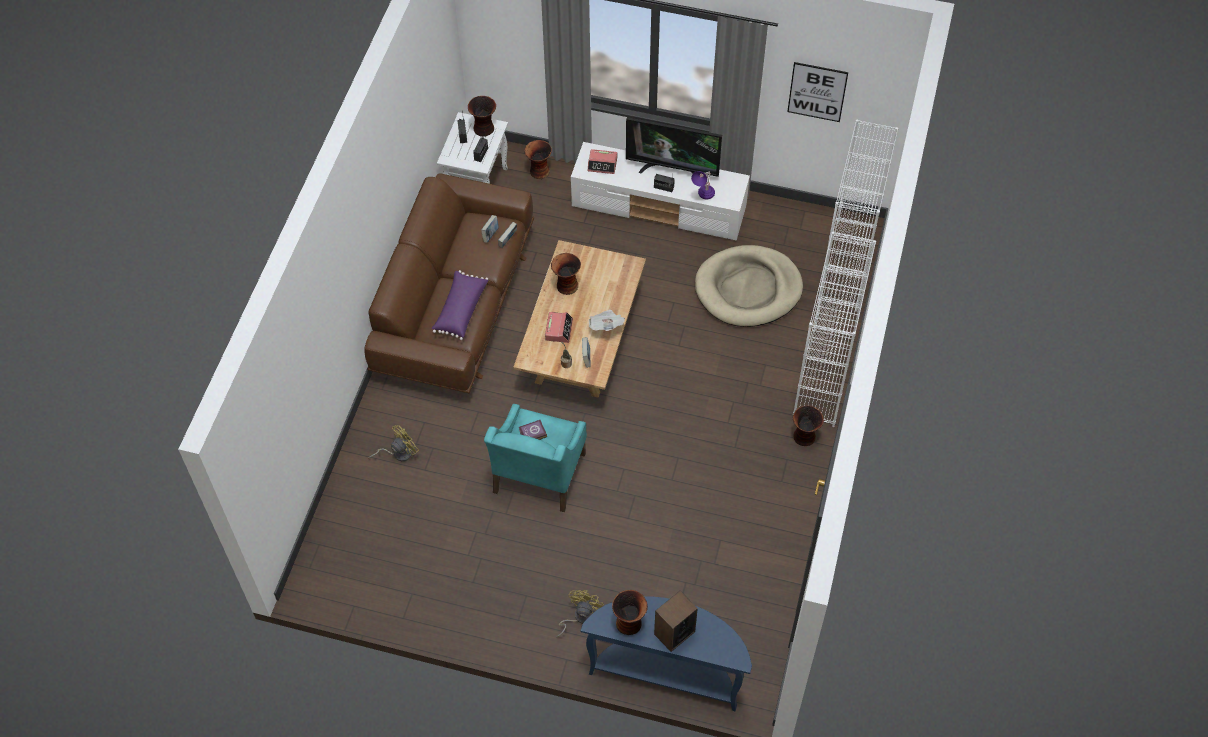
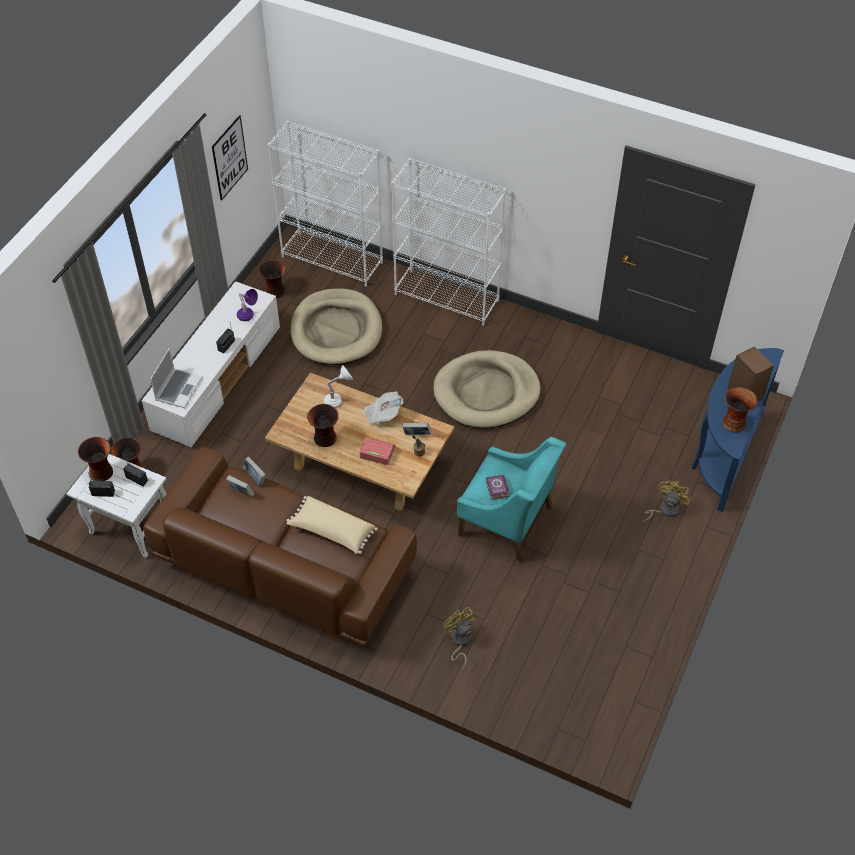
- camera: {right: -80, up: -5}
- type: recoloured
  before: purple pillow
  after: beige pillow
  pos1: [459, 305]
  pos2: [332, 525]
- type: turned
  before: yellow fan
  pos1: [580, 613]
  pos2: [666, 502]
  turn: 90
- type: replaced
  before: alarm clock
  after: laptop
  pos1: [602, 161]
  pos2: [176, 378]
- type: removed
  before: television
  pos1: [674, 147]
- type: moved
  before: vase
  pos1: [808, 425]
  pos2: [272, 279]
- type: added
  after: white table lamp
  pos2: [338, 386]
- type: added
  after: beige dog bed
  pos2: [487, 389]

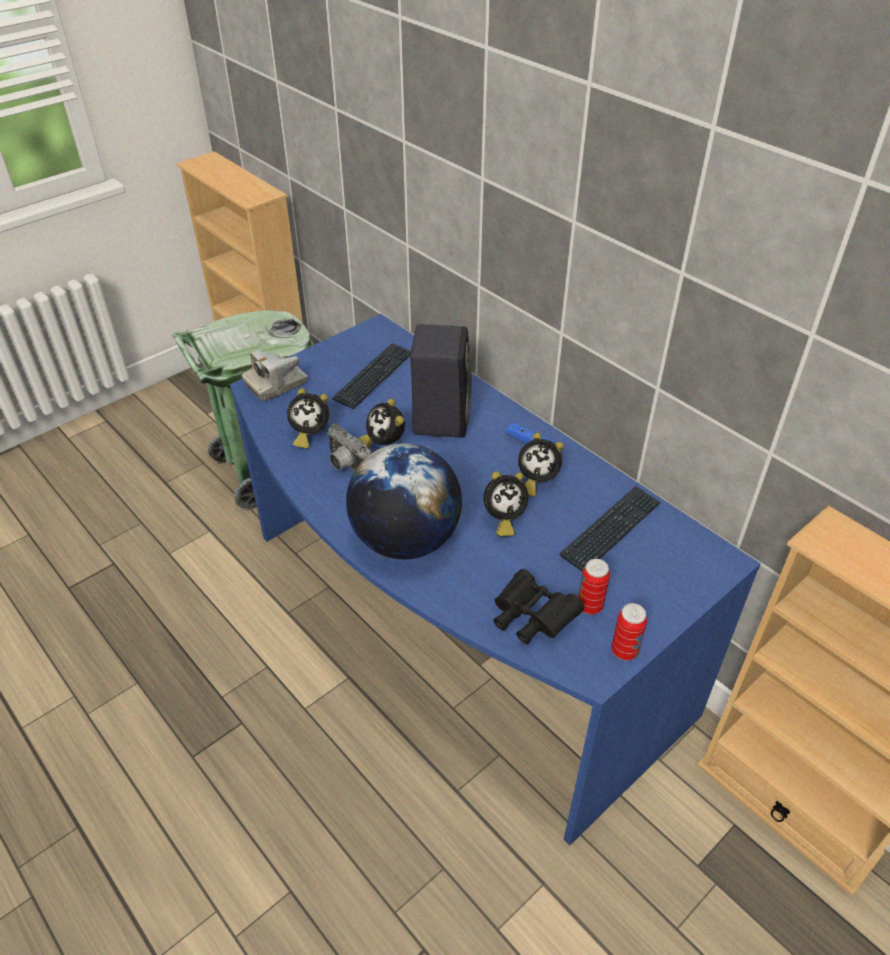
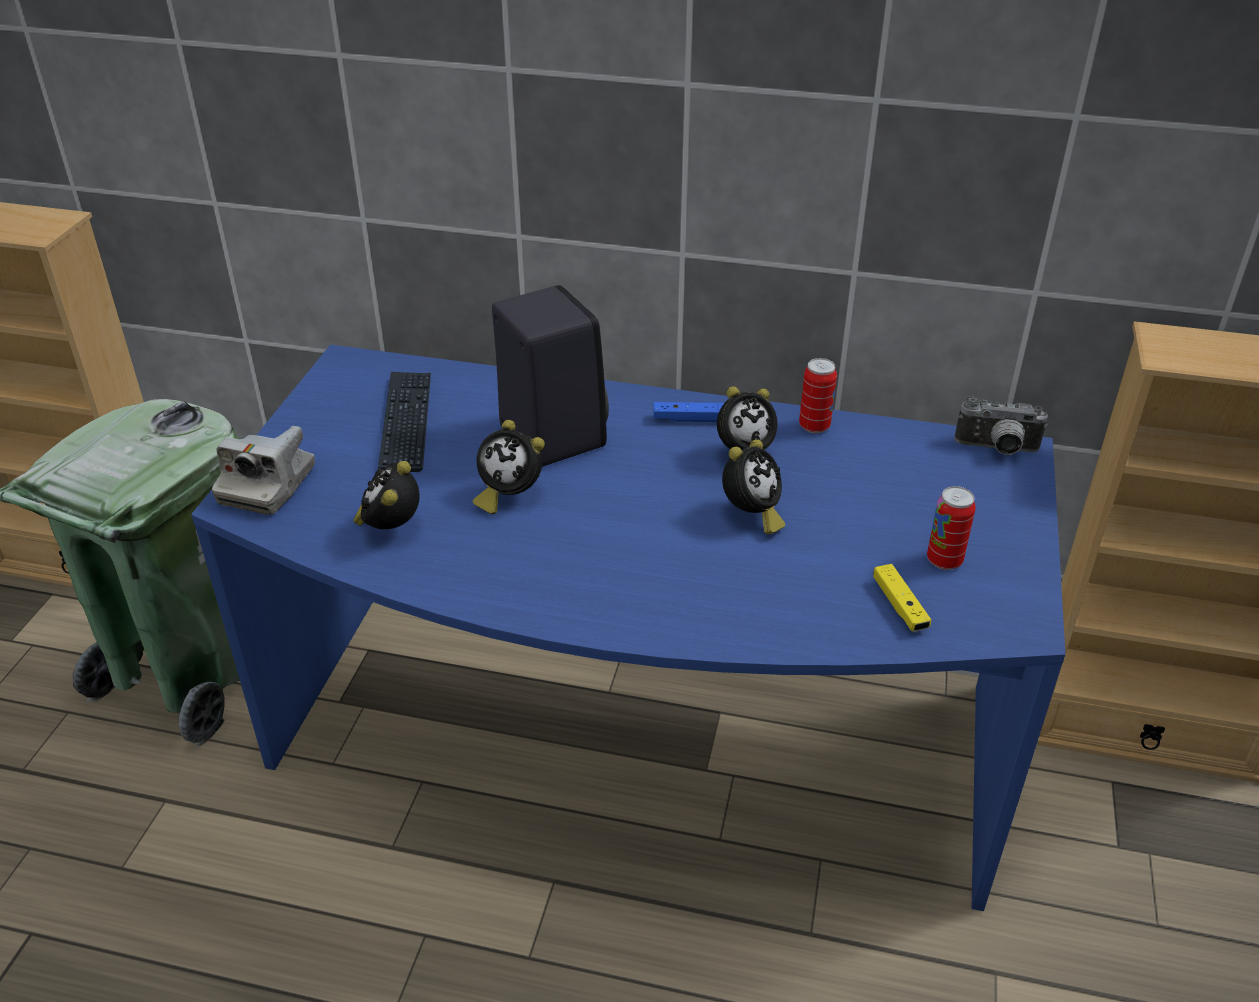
- camera: {right: -35, up: -5}
- type: turned
  before: alarm clock
  pos1: [308, 418]
  pos2: [386, 495]
  turn: 135
- type: moved
  before: photo camera
  pos1: [349, 447]
  pos2: [1001, 425]
- type: removed
  before: globe
  pos1: [404, 501]
- type: replaced
  before: black binoculars
  after: yellow game controller
  pos1: [538, 606]
  pos2: [902, 597]
- type: removed
  before: keyboard
  pos1: [610, 529]
- type: moved
  before: can
  pos1: [629, 632]
  pos2: [818, 395]

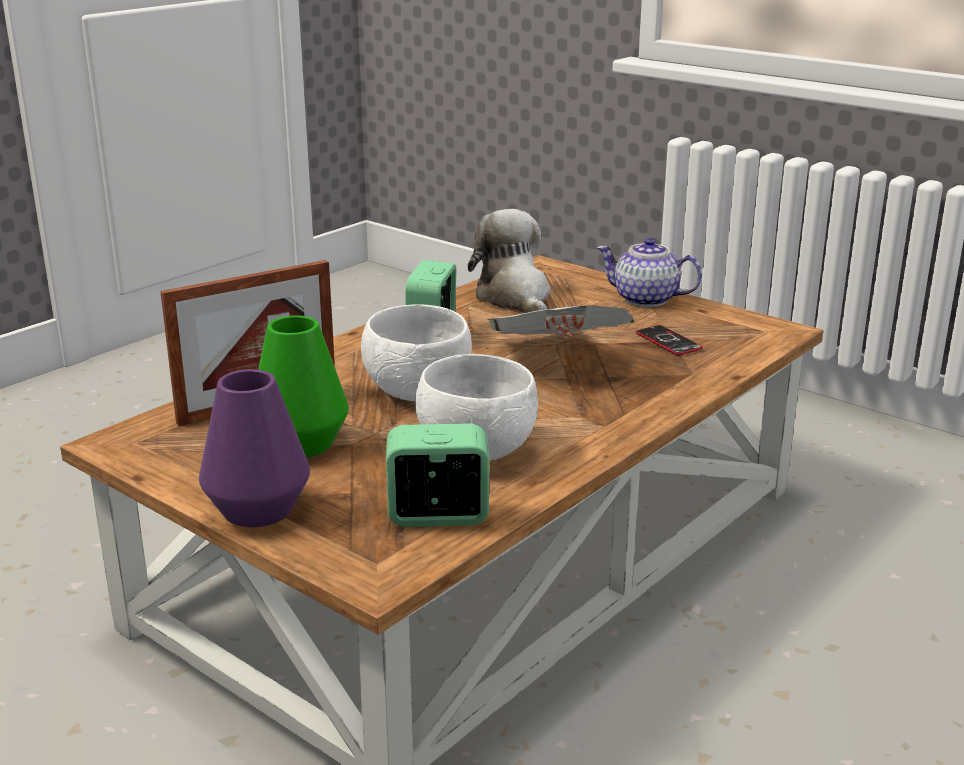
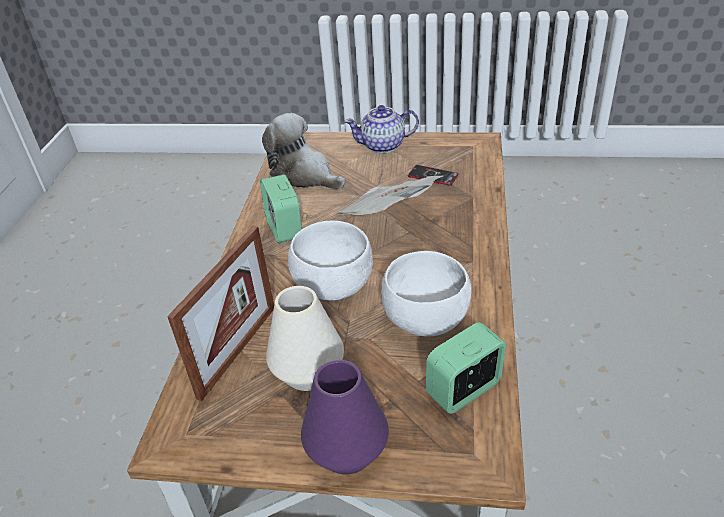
- camera: {right: -30, up: 15}
- type: recoloured
  before: green vase
  after: white vase
  pos1: [303, 386]
  pos2: [305, 338]

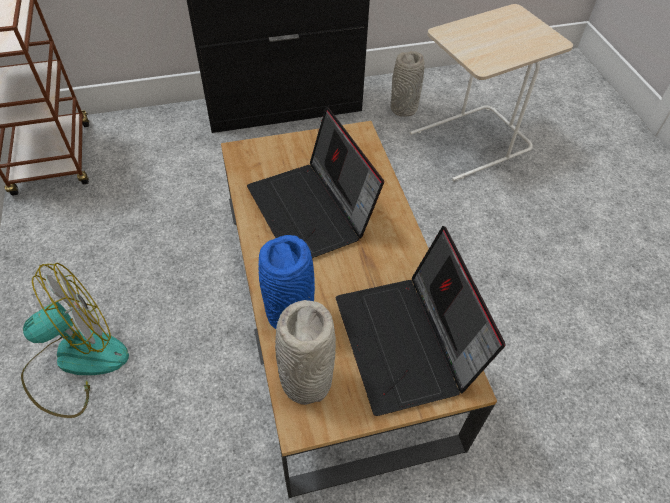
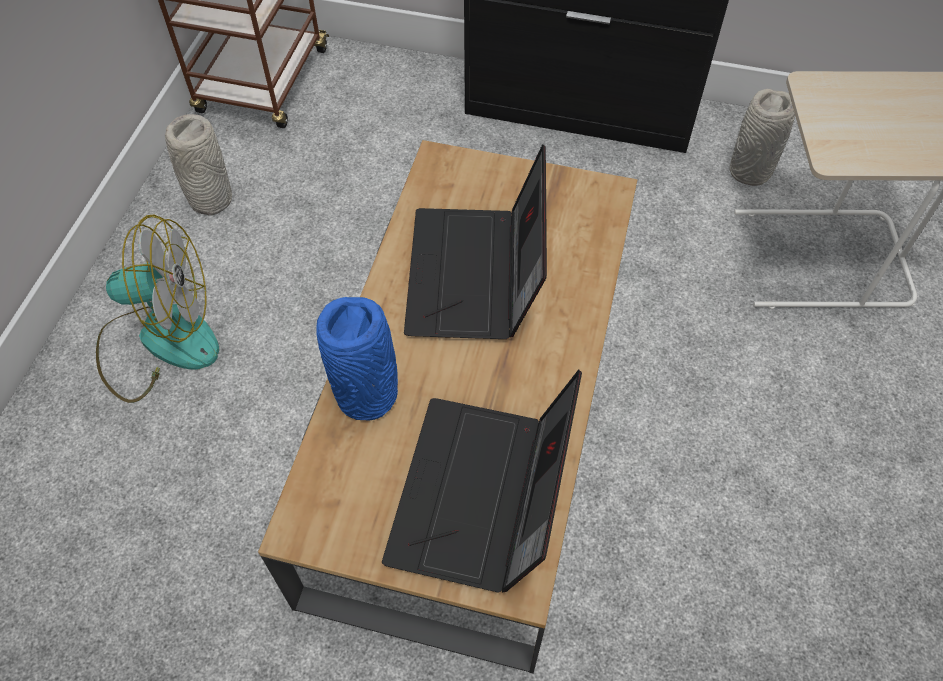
- camera: {right: 30, up: 5}
- type: moved
  before: grey vase
  pos1: [305, 352]
  pos2: [198, 164]

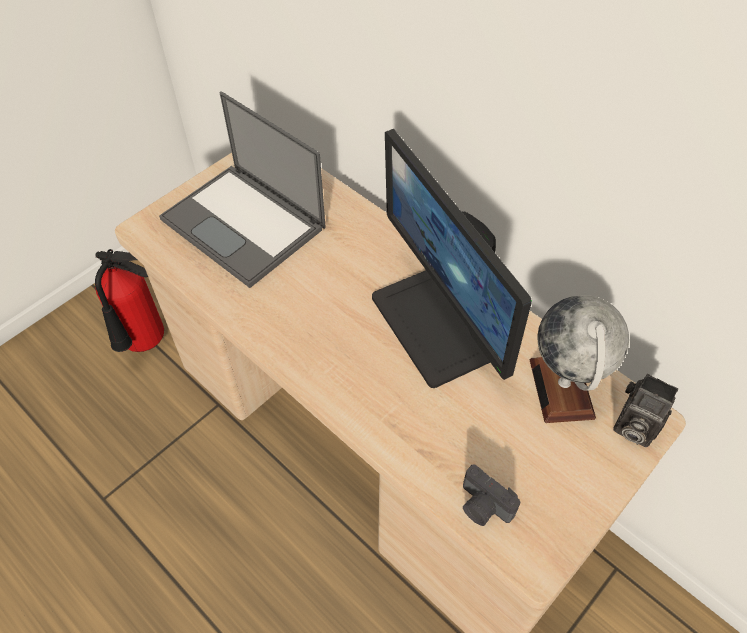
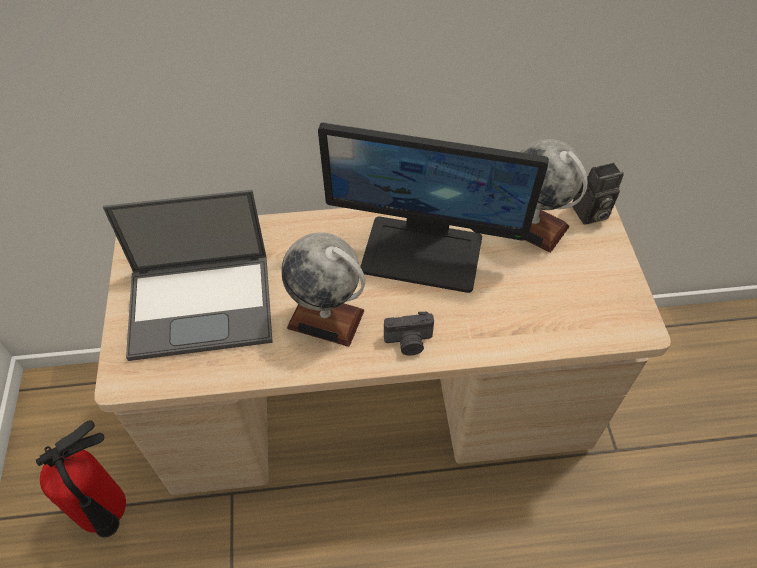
- camera: {right: -50, up: 0}
- type: moved
  before: photo camera
  pos1: [491, 495]
  pos2: [409, 334]
- type: added
  after: globe
  pos2: [323, 289]

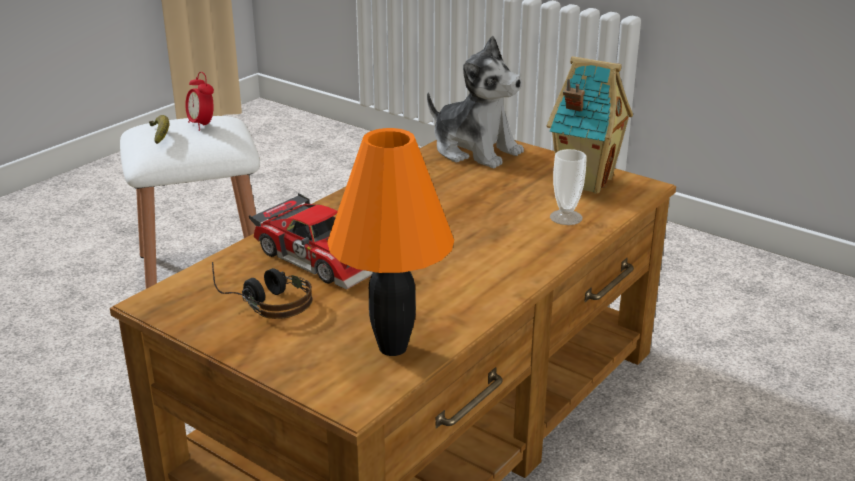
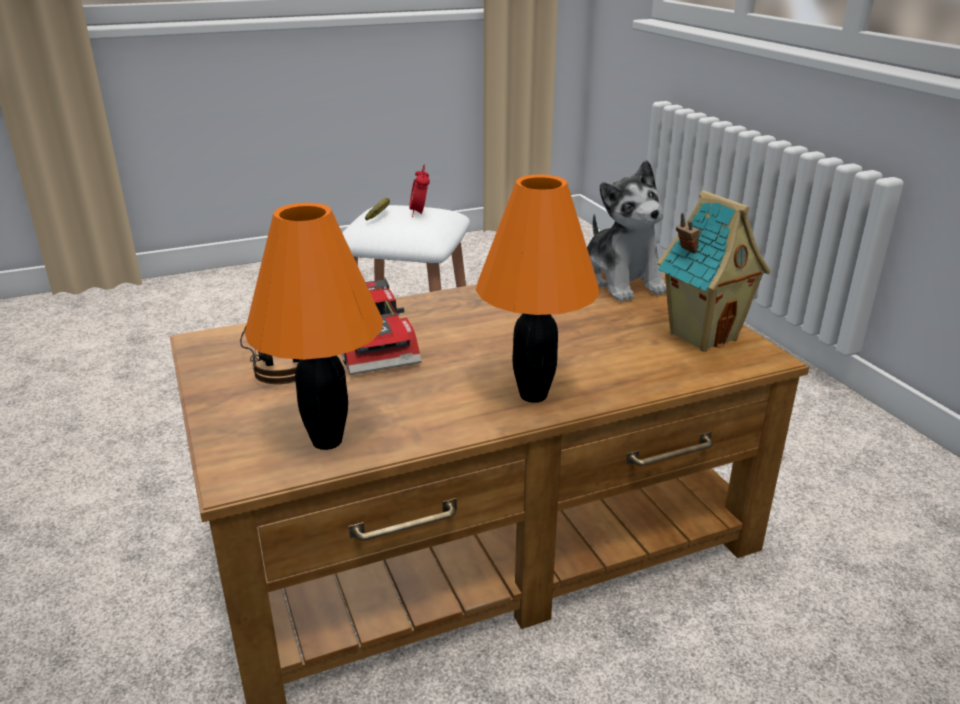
- camera: {right: 30, up: 0}
- type: removed
  before: cup
  pos1: [568, 187]
- type: added
  after: orange table lamp
  pos2: [537, 288]

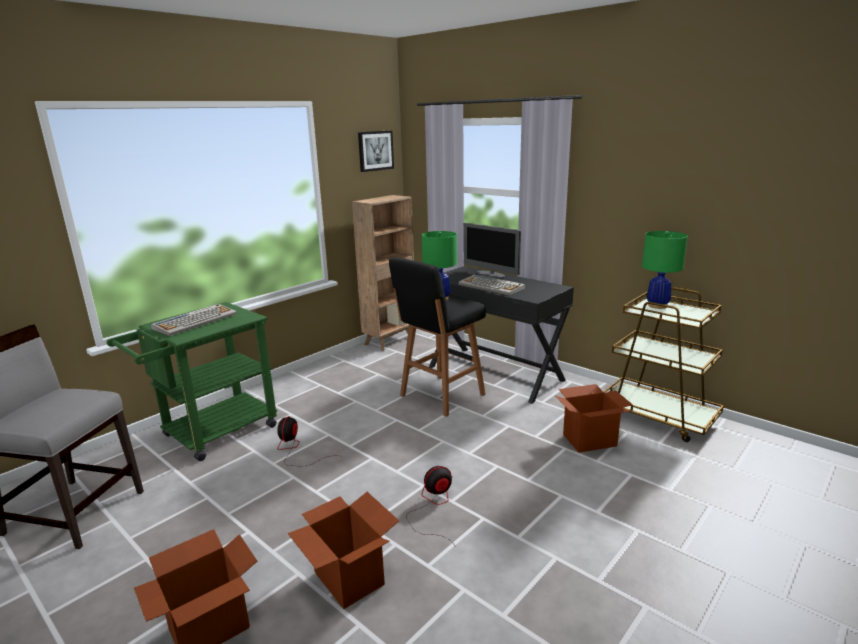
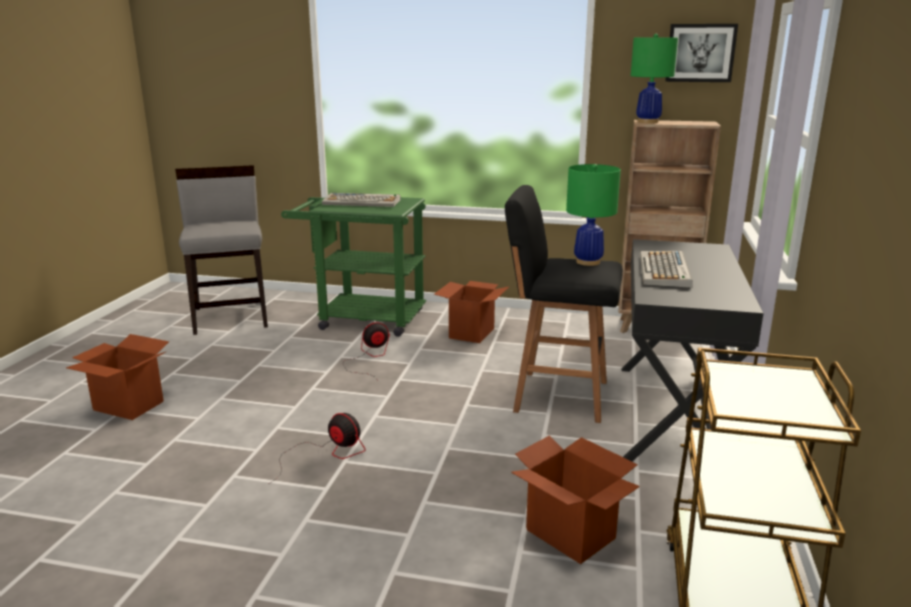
- camera: {right: 60, up: 0}
- type: moved
  before: cardboard box
  pos1: [343, 550]
  pos2: [472, 312]
- type: removed
  before: monitor
  pos1: [492, 251]
- type: moved
  before: green table lamp
  pos1: [665, 270]
  pos2: [654, 78]

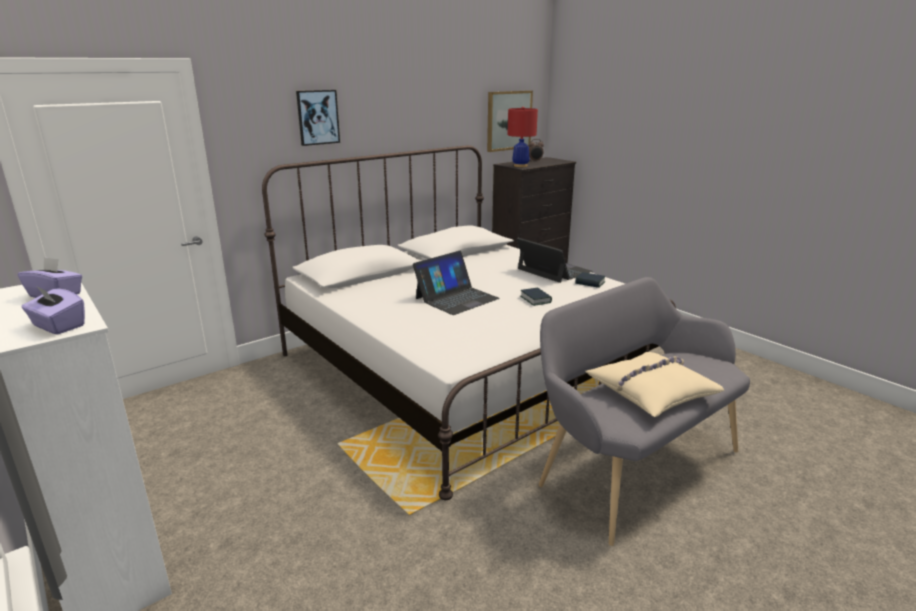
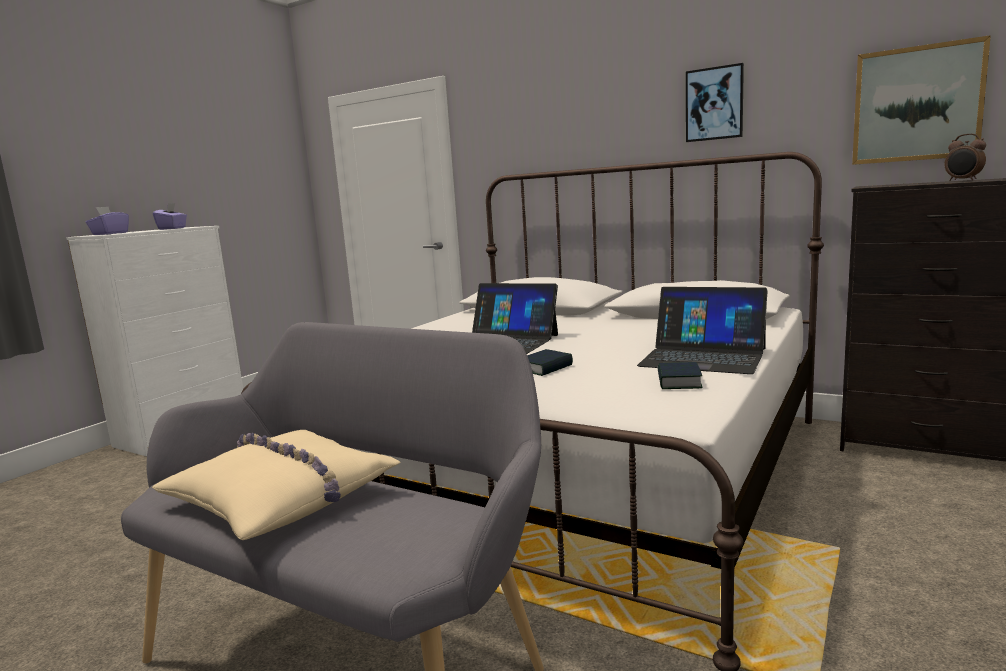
- camera: {right: 70, up: -10}
- type: moved
  before: picture
  pos1: [318, 118]
  pos2: [715, 102]
- type: removed
  before: red table lamp
  pos1: [522, 137]
- type: turned
  before: laptop
  pos1: [554, 260]
  pos2: [702, 330]
  turn: 90

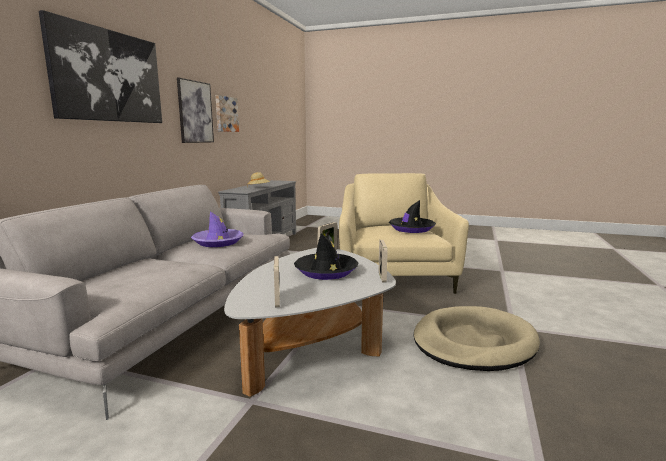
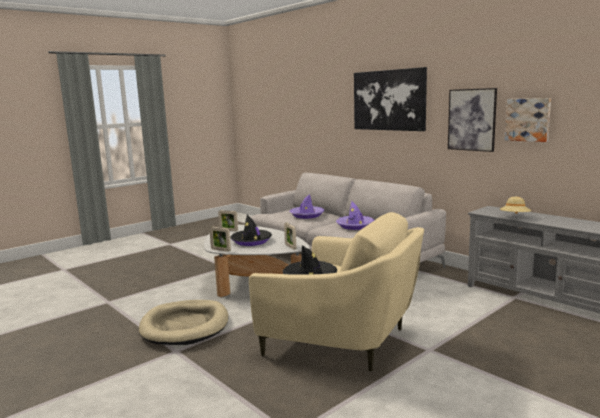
- camera: {right: 120, up: 0}
- type: added
  after: purple hat
  pos2: [307, 206]

